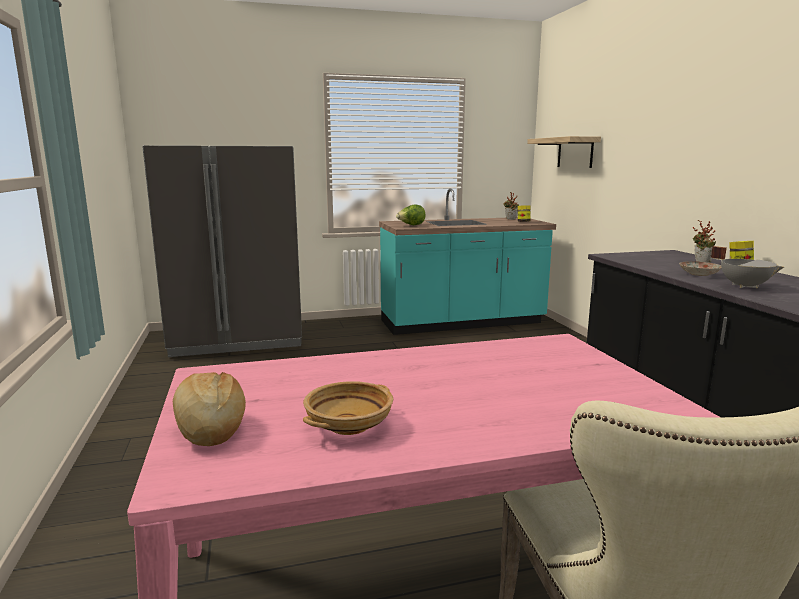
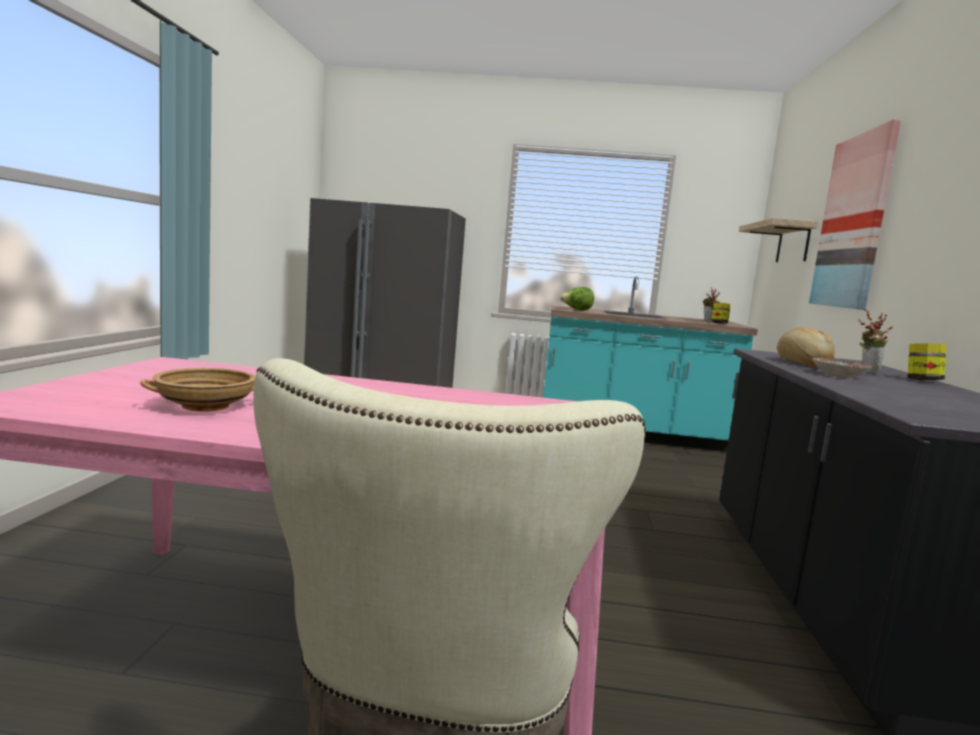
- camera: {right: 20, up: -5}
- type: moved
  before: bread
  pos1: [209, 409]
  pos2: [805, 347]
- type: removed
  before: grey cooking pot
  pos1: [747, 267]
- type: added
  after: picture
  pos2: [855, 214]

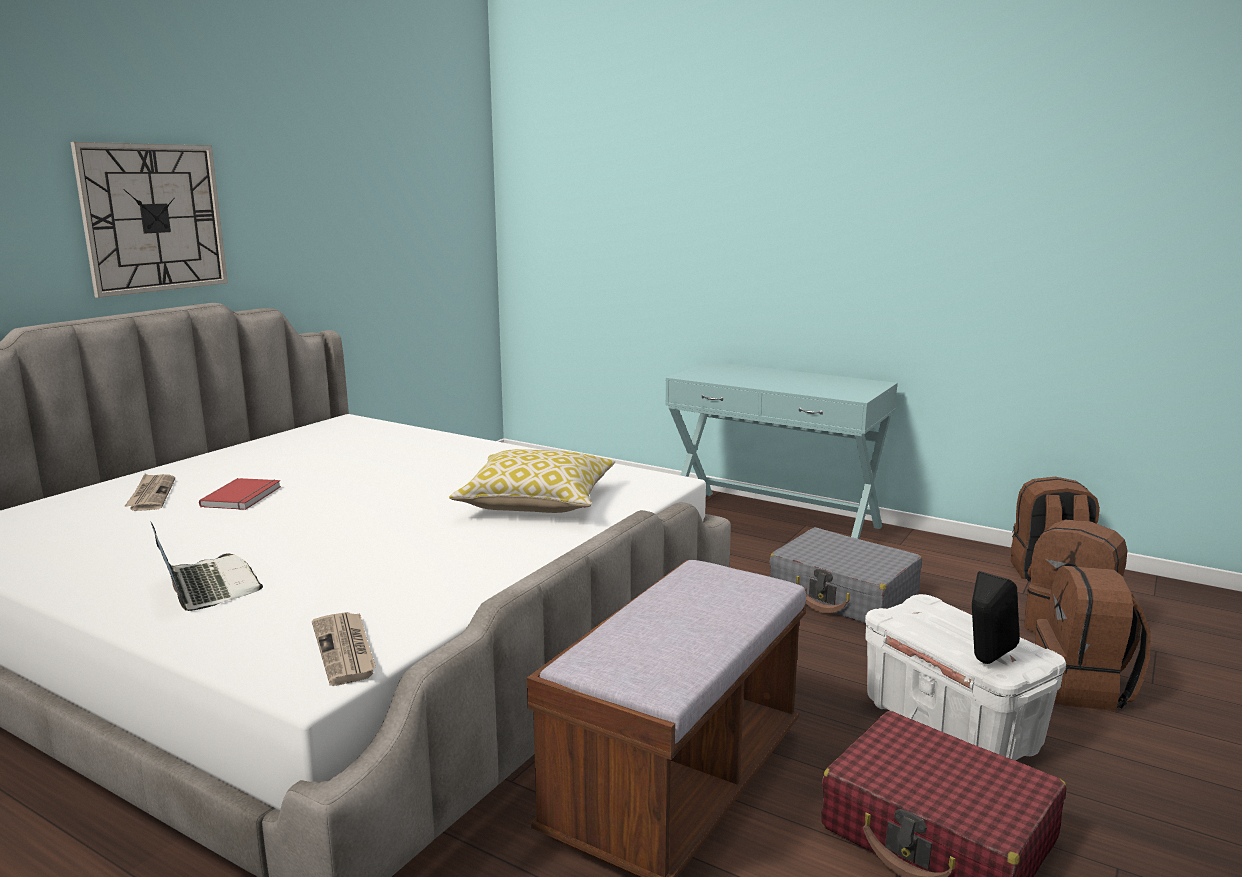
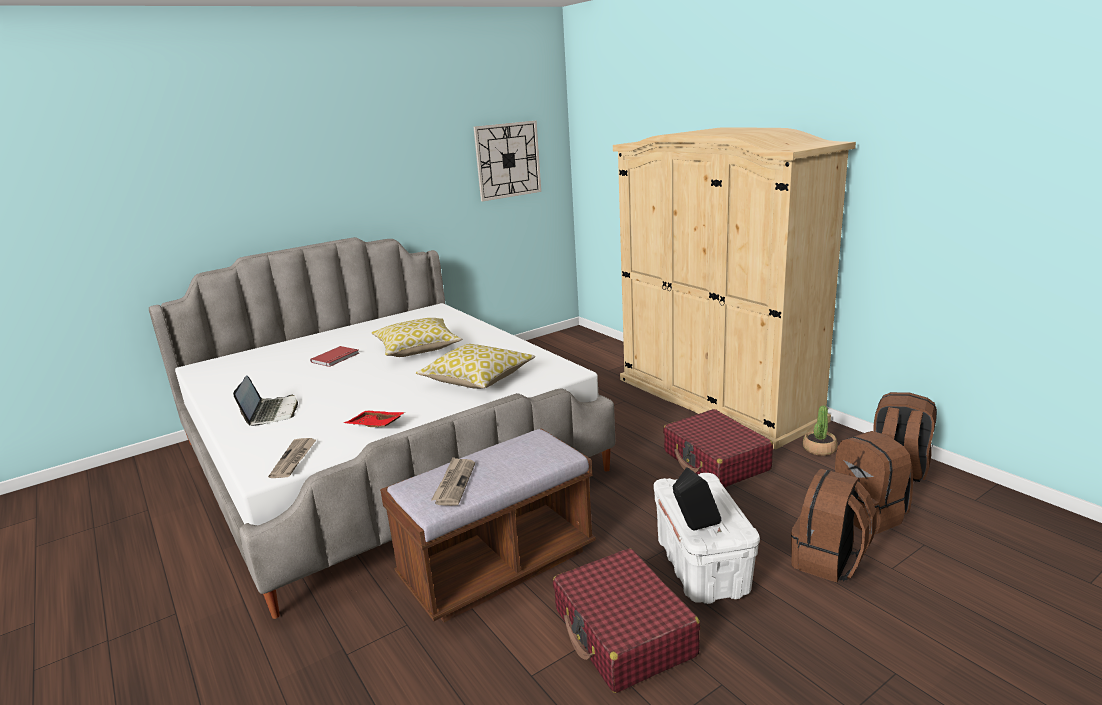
- camera: {right: 25, up: 5}
- type: moved
  before: wall clock
  pos1: [149, 220]
  pos2: [507, 161]
- type: moved
  before: newspaper
  pos1: [149, 492]
  pos2: [453, 481]
- type: replaced
  before: turquoise console table
  after: beige wardrobe
  pos1: [781, 450]
  pos2: [734, 288]
- type: recoloured
  before: grey suitcase
  after: red suitcase
  pos1: [845, 575]
  pos2: [718, 448]
- type: added
  after: red tray
  pos2: [374, 419]
- type: added
  after: pillow
  pos2: [417, 337]
- type: added
  after: potted plant
  pos2: [820, 431]

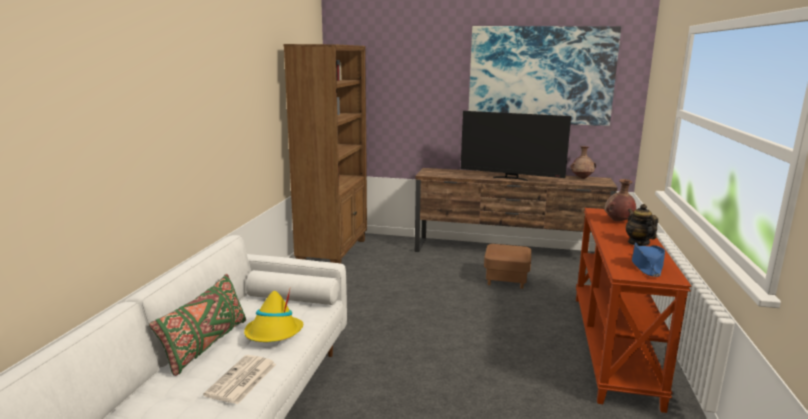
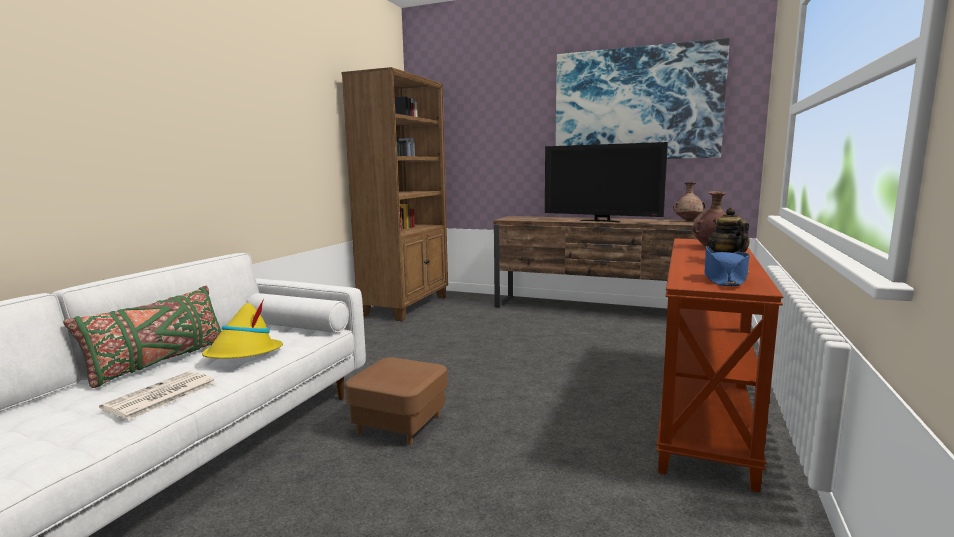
- camera: {right: 10, up: -5}
- type: moved
  before: brown ottoman
  pos1: [507, 266]
  pos2: [396, 401]

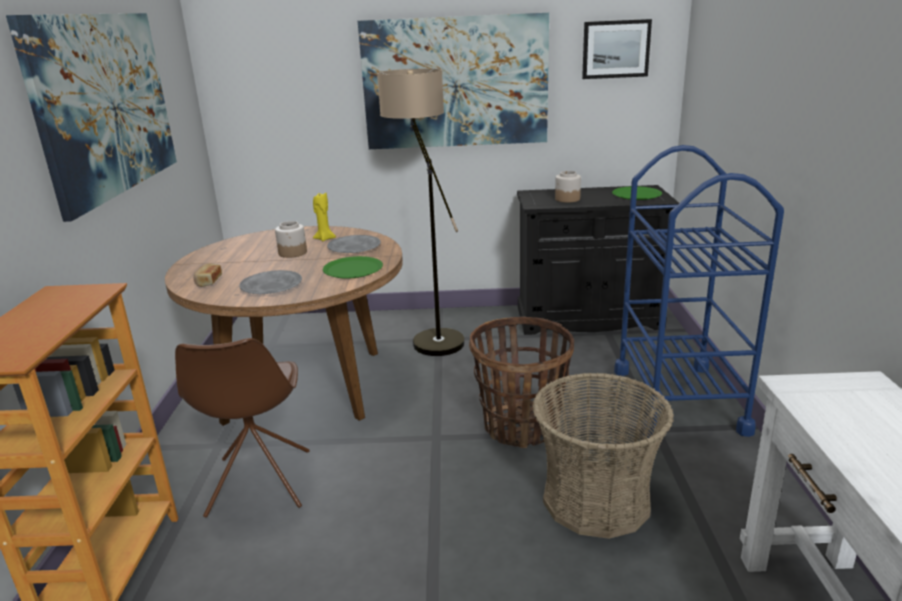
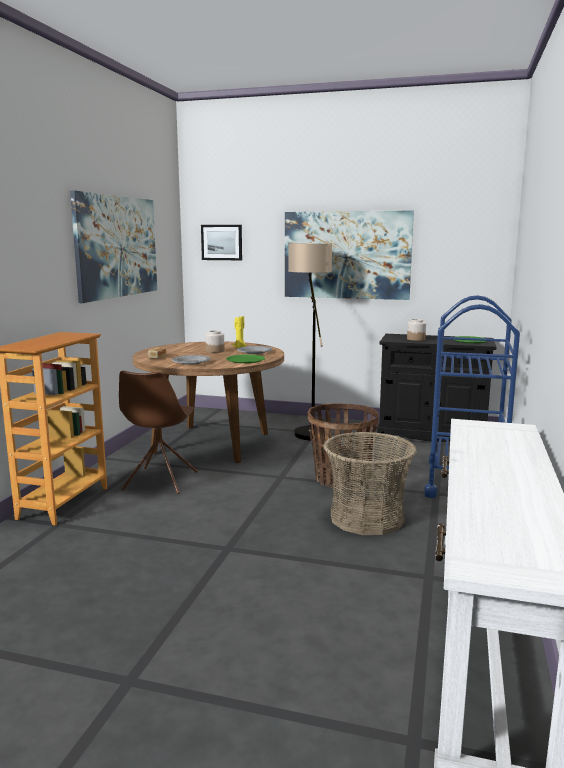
- camera: {right: 15, up: -10}
- type: moved
  before: picture
  pos1: [617, 49]
  pos2: [221, 242]

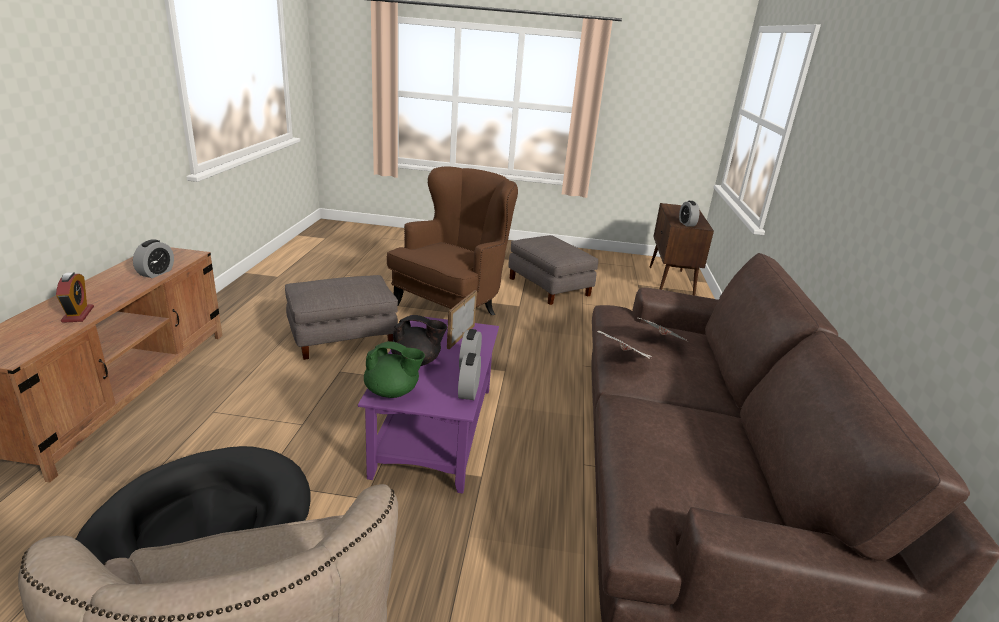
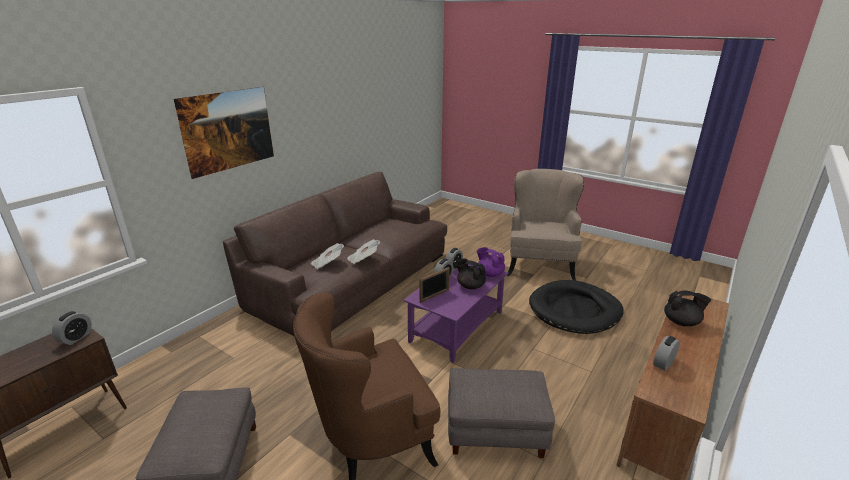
- camera: {right: -150, up: 0}
- type: replaced
  before: alarm clock
  after: black teapot
  pos1: [75, 297]
  pos2: [687, 308]
- type: recoloured
  before: green teapot
  after: purple teapot
  pos1: [394, 369]
  pos2: [491, 262]
- type: added
  after: picture
  pos2: [223, 133]

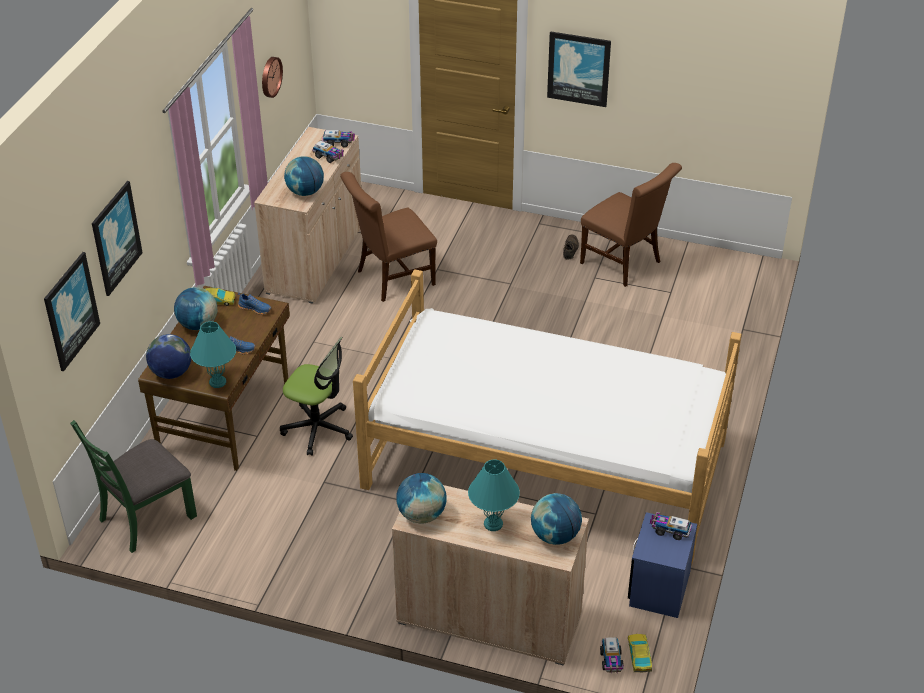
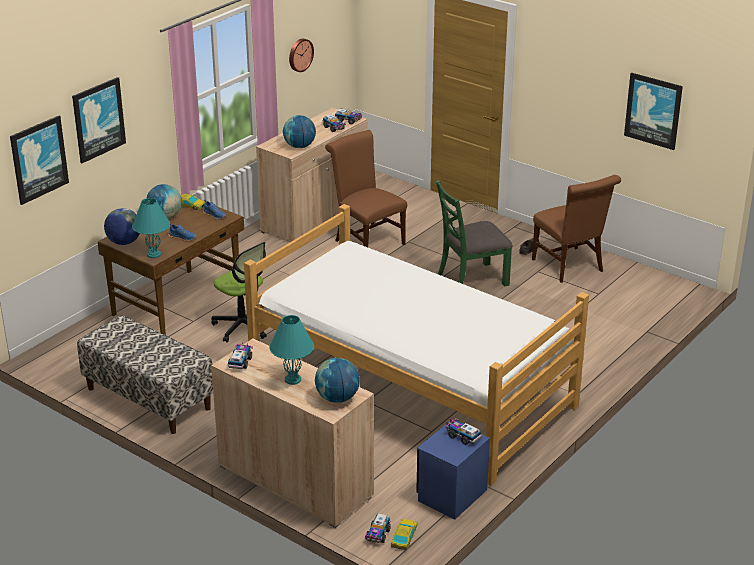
- camera: {right: 20, up: -10}
- type: moved
  before: green chair
  pos1: [133, 486]
  pos2: [474, 233]
- type: turned
  before: brown chair
  pos1: [388, 237]
  pos2: [366, 188]
  turn: 60
- type: replaced
  before: globe
  after: toy truck
  pos1: [421, 498]
  pos2: [240, 356]
- type: moved
  before: picture
  pos1: [579, 69]
  pos2: [653, 111]
- type: added
  after: bench
  pos2: [145, 374]

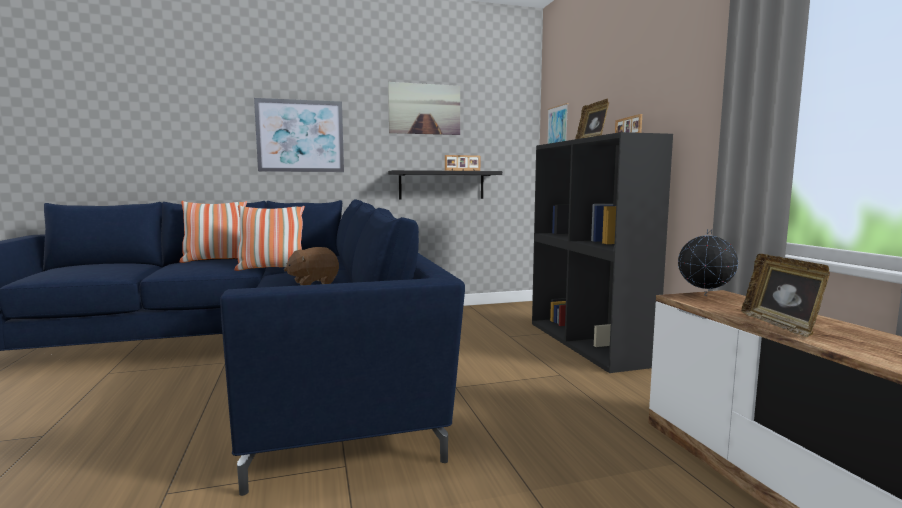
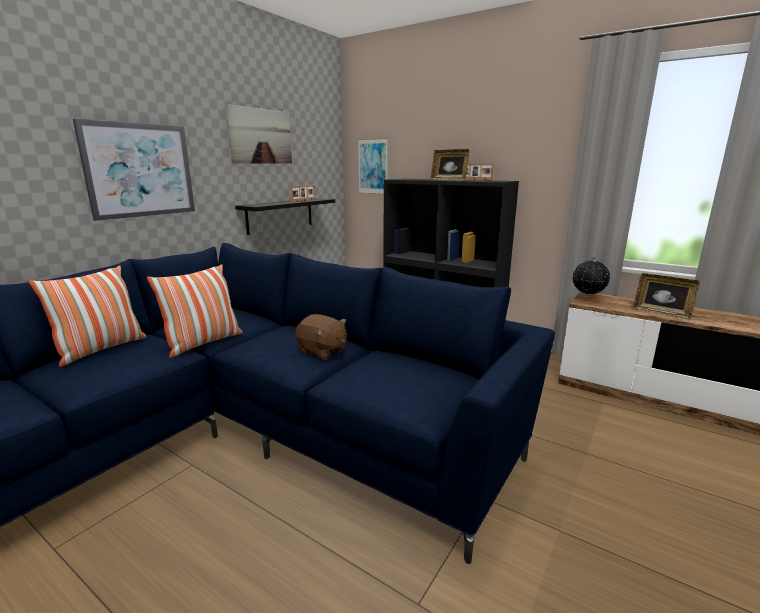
- camera: {right: -40, up: 10}
- type: turned
  before: brown plush toy
  pos1: [311, 266]
  pos2: [321, 337]
  turn: -75

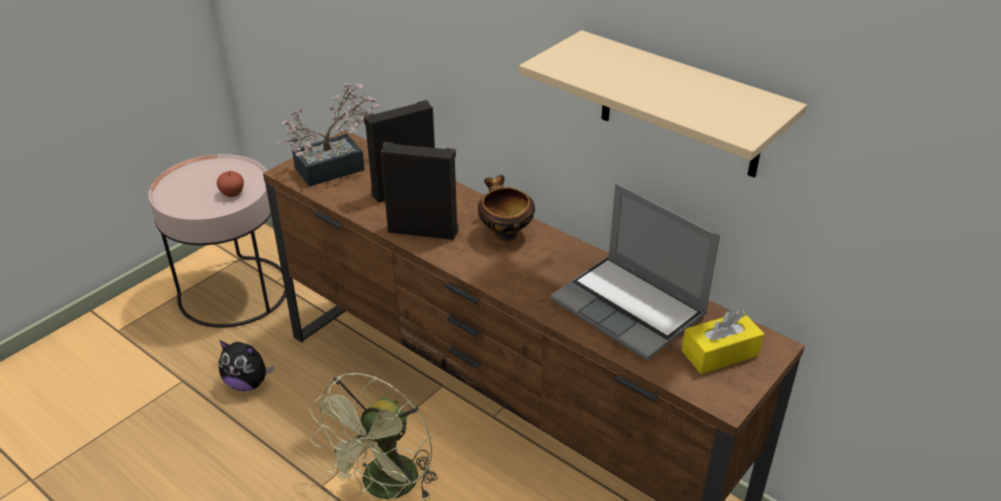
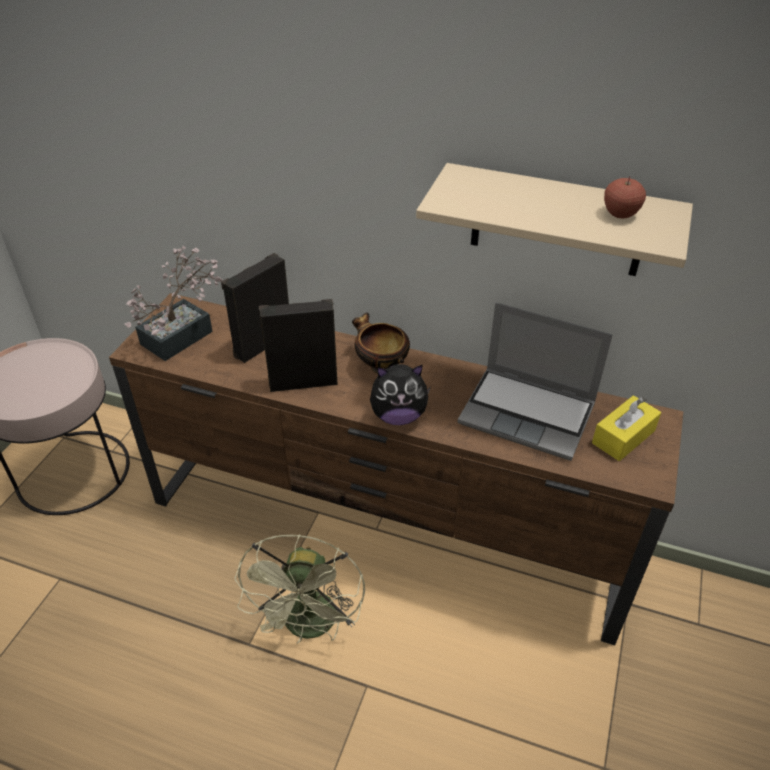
- camera: {right: -20, up: 5}
- type: moved
  before: apple
  pos1: [230, 184]
  pos2: [625, 197]
- type: moved
  before: plush toy
  pos1: [246, 365]
  pos2: [400, 394]

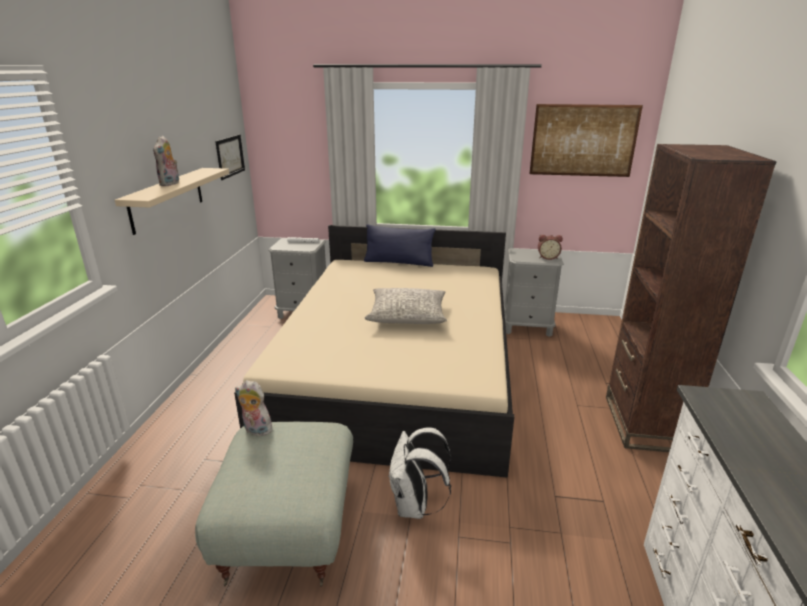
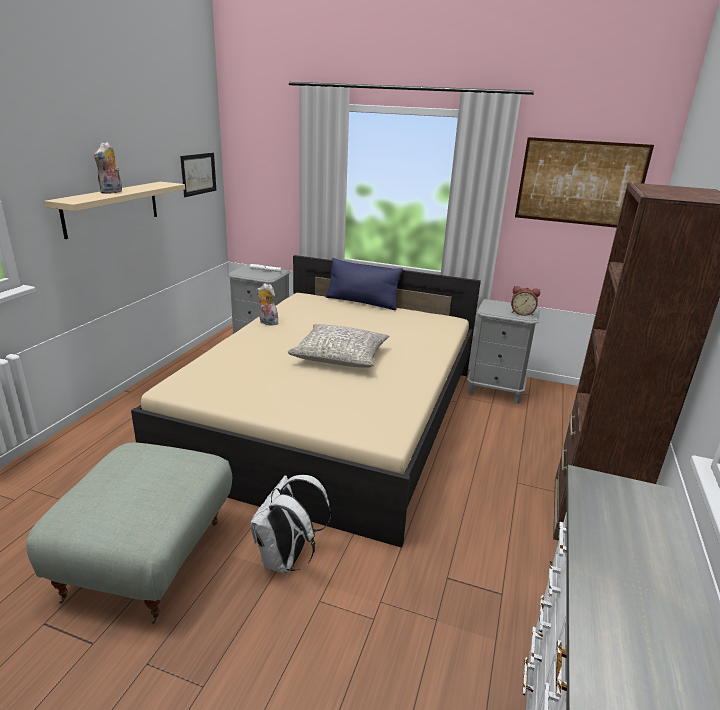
- camera: {right: 10, up: 0}
- type: moved
  before: plush toy
  pos1: [254, 408]
  pos2: [267, 304]

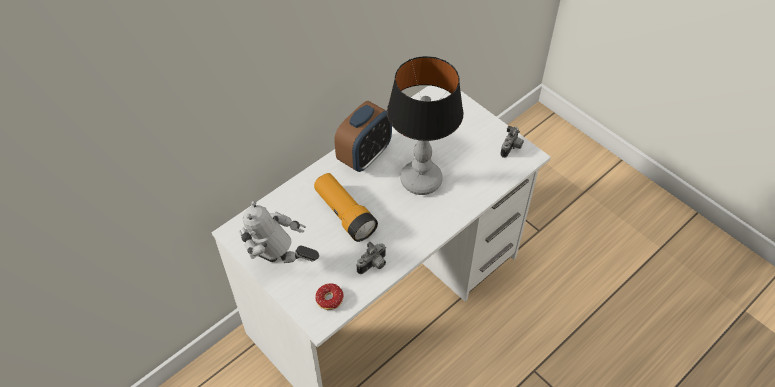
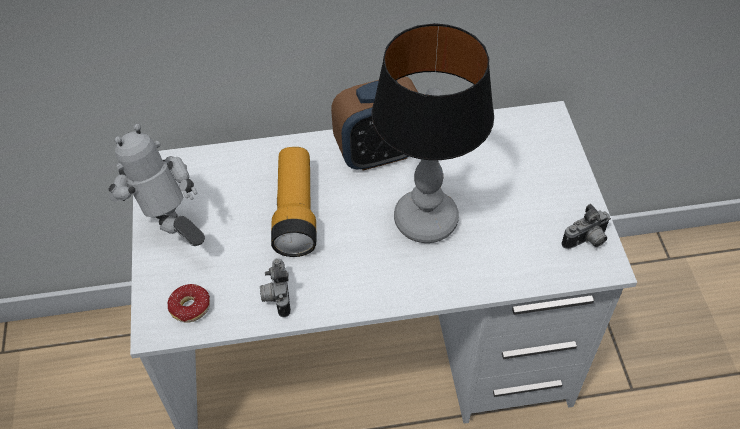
- camera: {right: 35, up: 0}
- type: turned
  before: photo camera
  pos1: [371, 258]
  pos2: [275, 288]
  turn: 90

